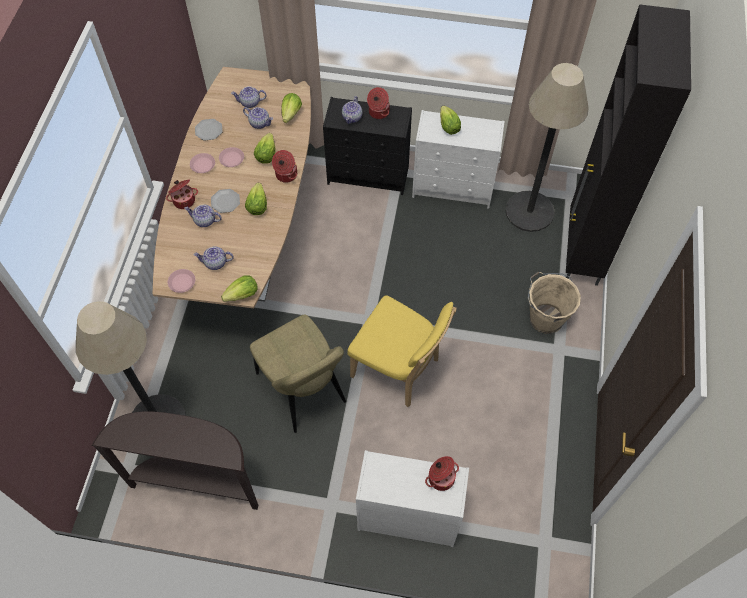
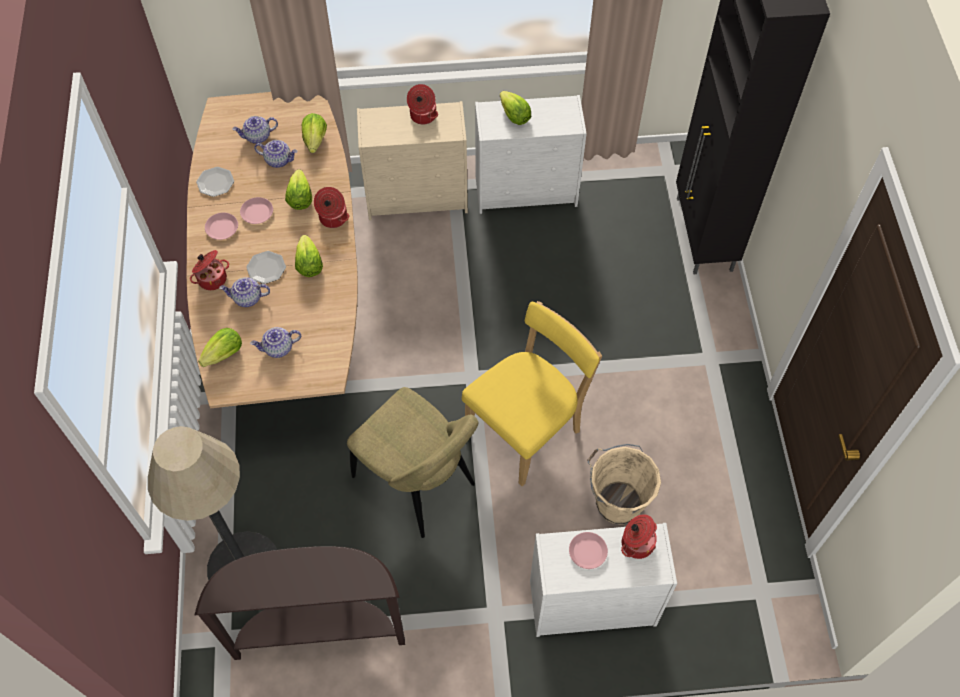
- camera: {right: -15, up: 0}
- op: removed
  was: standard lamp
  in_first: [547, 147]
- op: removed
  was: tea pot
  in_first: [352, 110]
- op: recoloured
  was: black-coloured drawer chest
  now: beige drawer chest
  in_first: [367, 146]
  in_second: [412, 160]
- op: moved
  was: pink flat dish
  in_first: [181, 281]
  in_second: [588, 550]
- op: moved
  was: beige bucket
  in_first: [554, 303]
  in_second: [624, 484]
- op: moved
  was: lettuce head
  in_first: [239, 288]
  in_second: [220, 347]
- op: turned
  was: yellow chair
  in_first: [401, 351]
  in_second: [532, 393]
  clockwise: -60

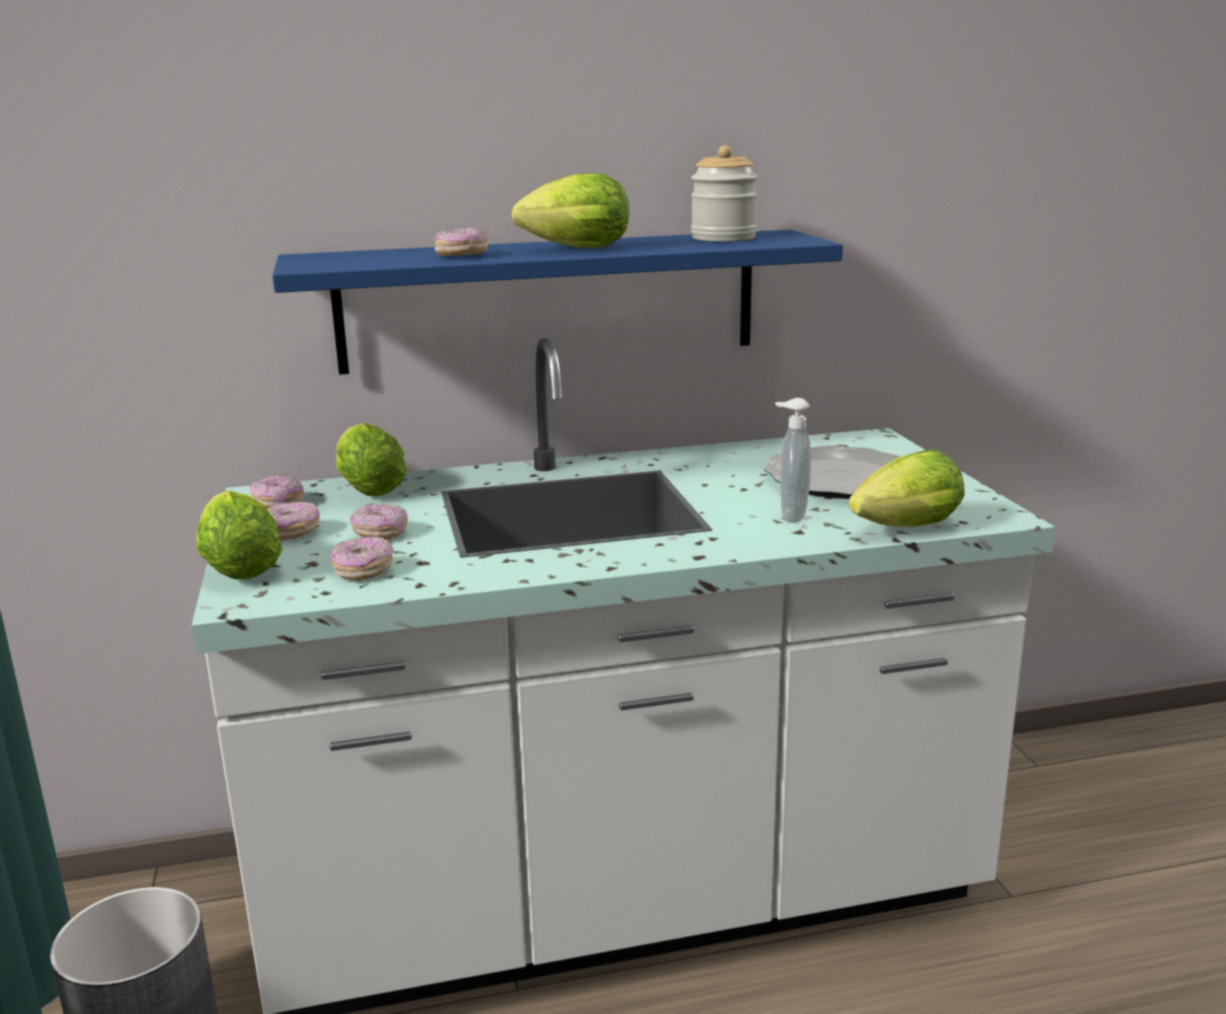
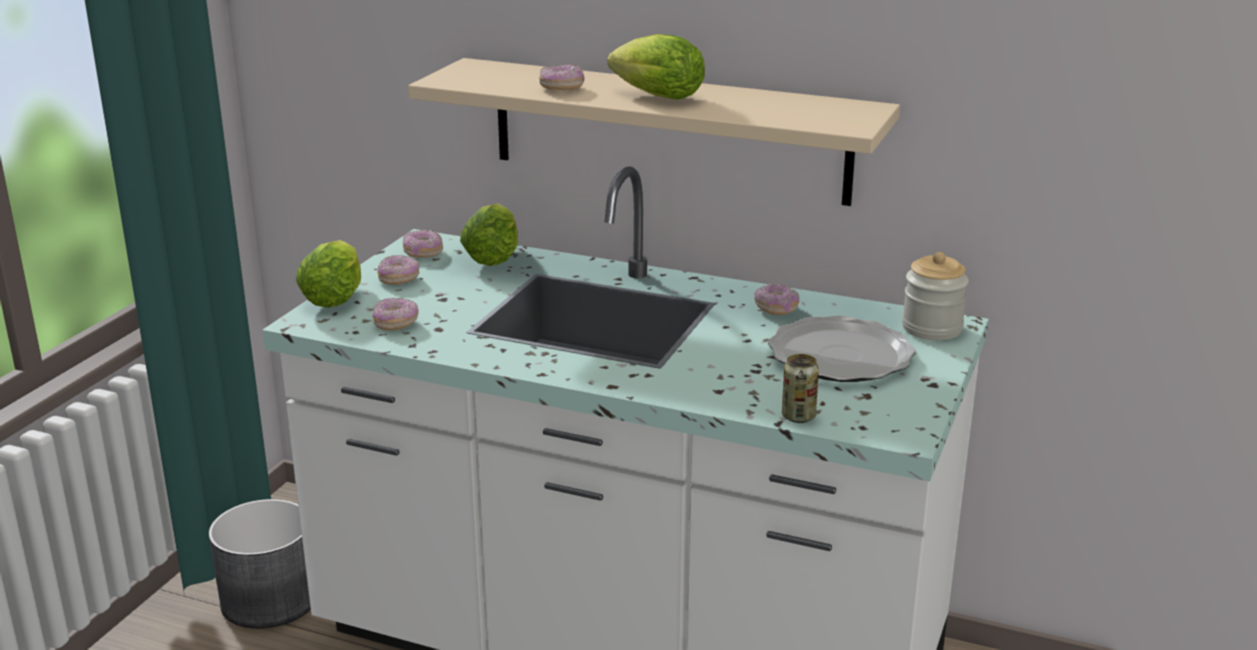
- camera: {right: 35, up: 5}
- op: moved
  was: jar
  in_first: [724, 193]
  in_second: [935, 296]
- op: recoloured
  was: blue bracket shelf
  now: beige bracket shelf
  in_first: [557, 302]
  in_second: [654, 132]
- op: removed
  was: liquid soap bottle
  in_first: [793, 460]
- op: replaced
  was: lettuce head
  now: metal can
  in_first: [907, 488]
  in_second: [800, 388]
- op: moved
  was: doughnut
  in_first: [379, 521]
  in_second: [777, 299]

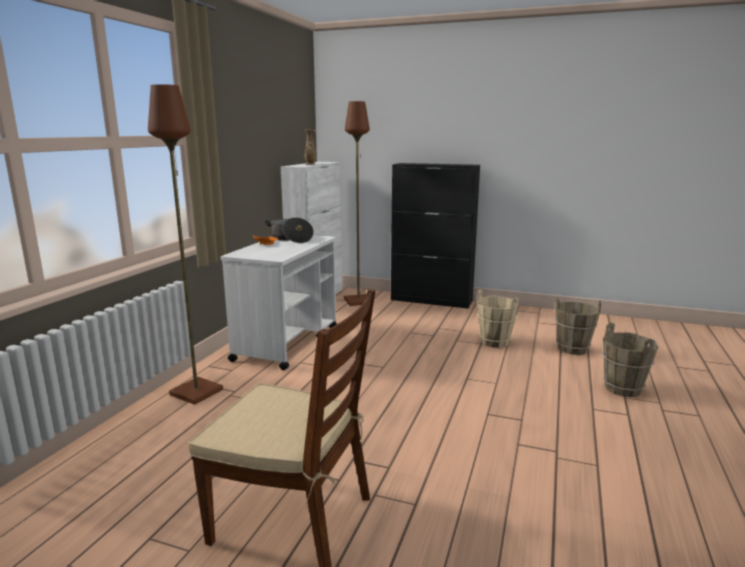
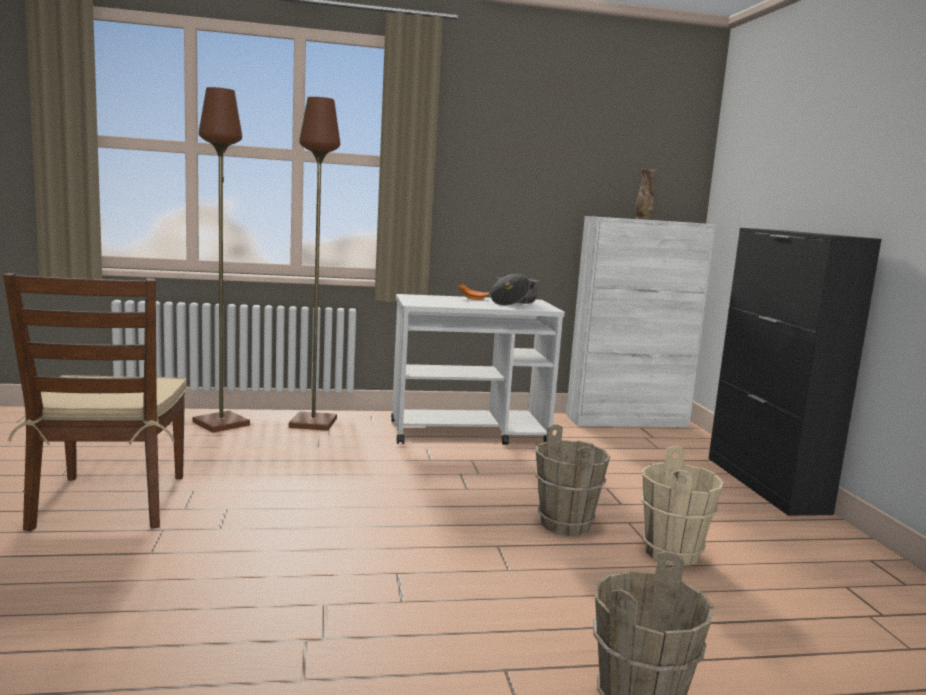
- camera: {right: 60, up: -5}
- op: moved
  was: brownish standard lamp
  in_first: [357, 203]
  in_second: [221, 260]
- op: moved
  was: brownish bucket
  in_first: [578, 326]
  in_second: [572, 480]

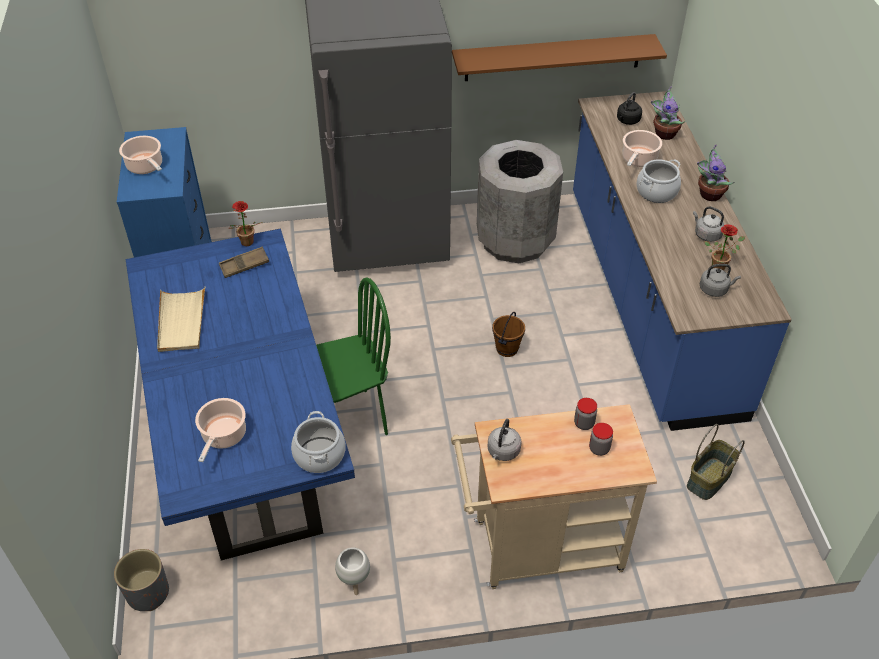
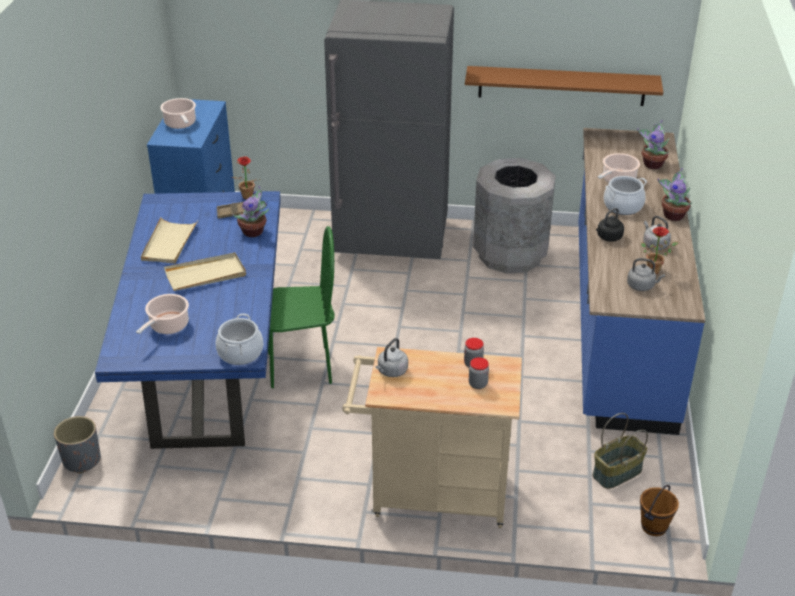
- camera: {right: 15, up: -10}
- op: moved
  was: black-coloured kettle
  in_first: [629, 108]
  in_second: [610, 225]
- op: moved
  was: brownish bucket
  in_first: [508, 334]
  in_second: [659, 510]
- op: removed
  was: white plant pot
  in_first: [352, 571]
- op: added
  now: potted plant
  in_second: [250, 211]
- op: added
  now: beige carrying tray
  in_second: [205, 272]

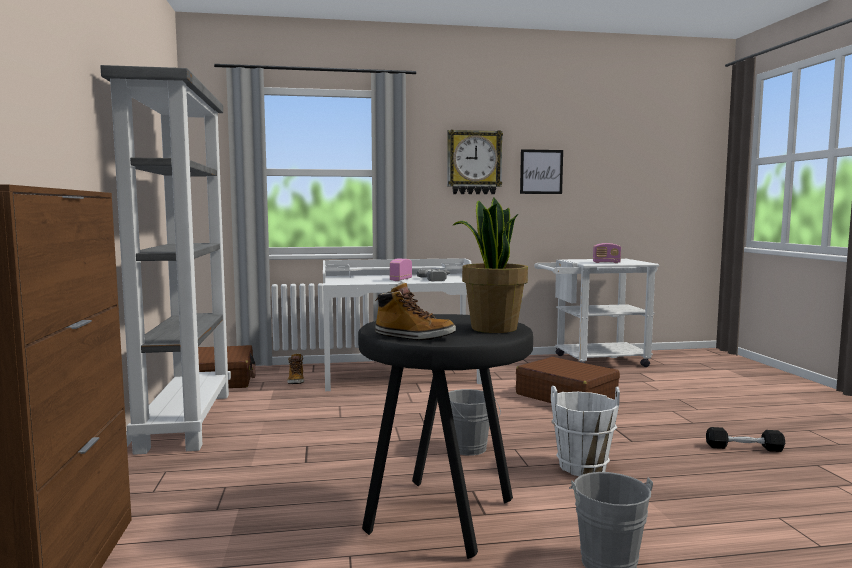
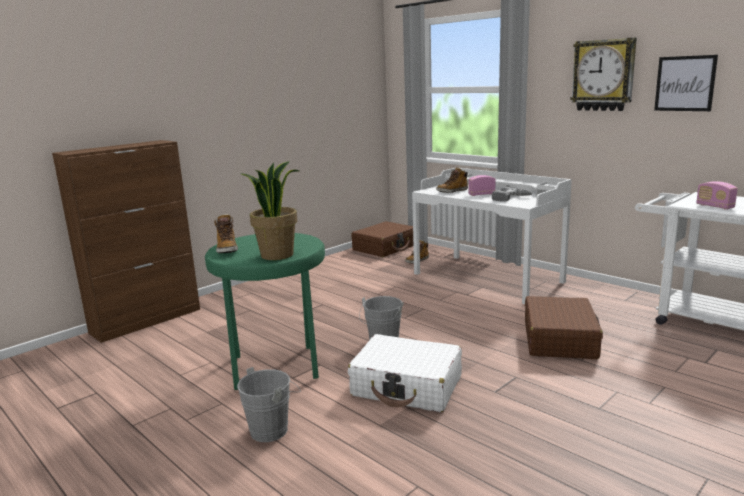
- camera: {right: 55, up: 10}
- op: removed
  was: grey bookcase
  in_first: [165, 260]
- op: recoloured
  was: black-coloured sitting stool
  now: green-coloured sitting stool
  in_first: [445, 436]
  in_second: [265, 311]
- op: replaced
  was: white bucket
  now: white piece of luggage
  in_first: [585, 431]
  in_second: [405, 373]
- op: removed
  was: black-coloured hand weight
  in_first: [745, 439]
- op: added
  now: boot
  in_second: [452, 180]

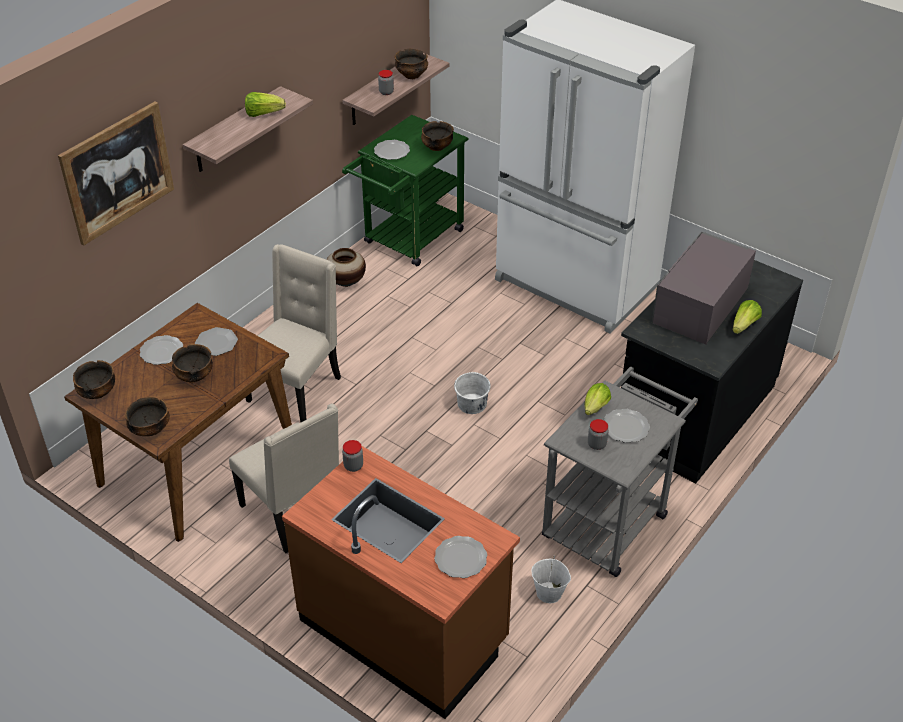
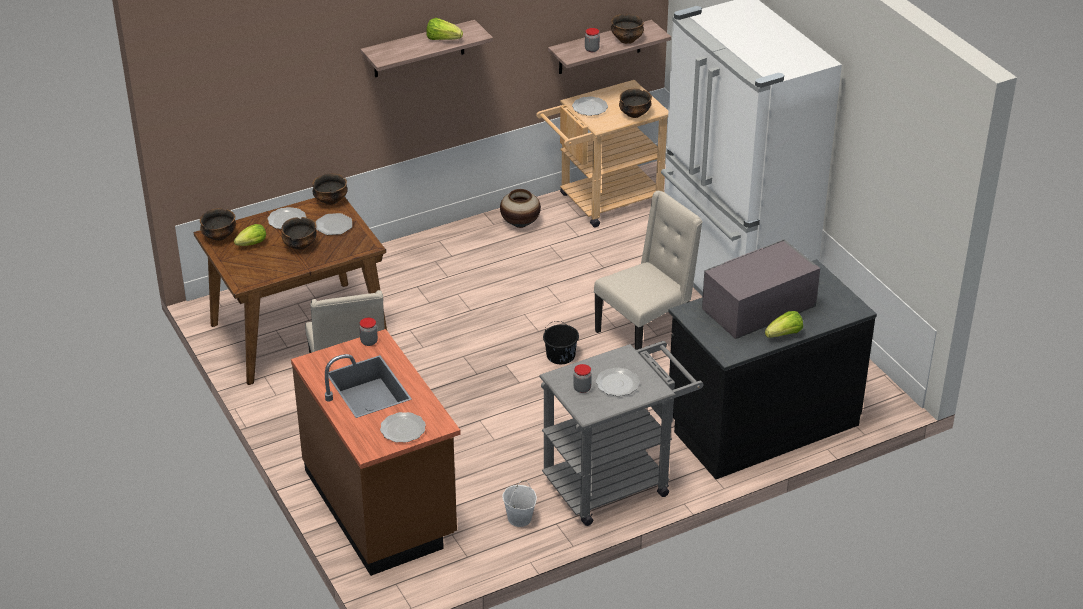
- camera: {right: 25, up: -5}
- op: removed
  was: wall picture
  in_first: [116, 173]
- op: recoloured
  was: green-coloured trolley
  now: beige trolley
  in_first: [405, 190]
  in_second: [602, 154]
- op: moved
  was: beige chair
  in_first: [293, 333]
  in_second: [648, 270]
- op: recoloured
  was: white bucket
  now: black-coloured bucket
  in_first: [472, 393]
  in_second: [561, 342]
- op: moved
  was: lettuce head
  in_first: [598, 399]
  in_second: [250, 235]
- op: moved
  was: serving bowl
  in_first: [147, 416]
  in_second: [330, 189]

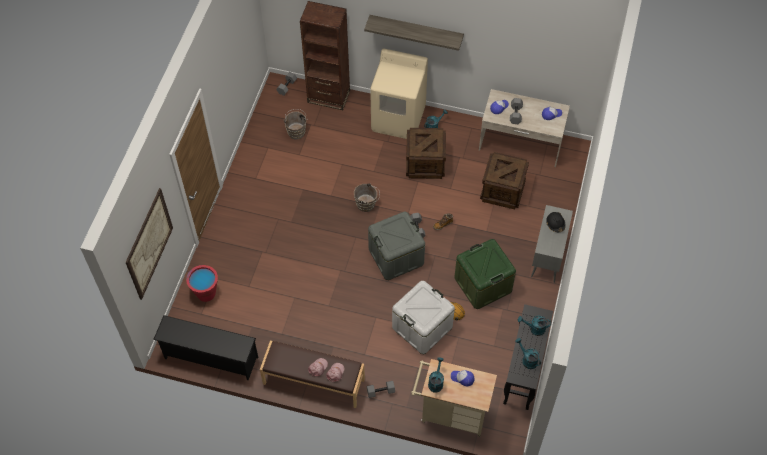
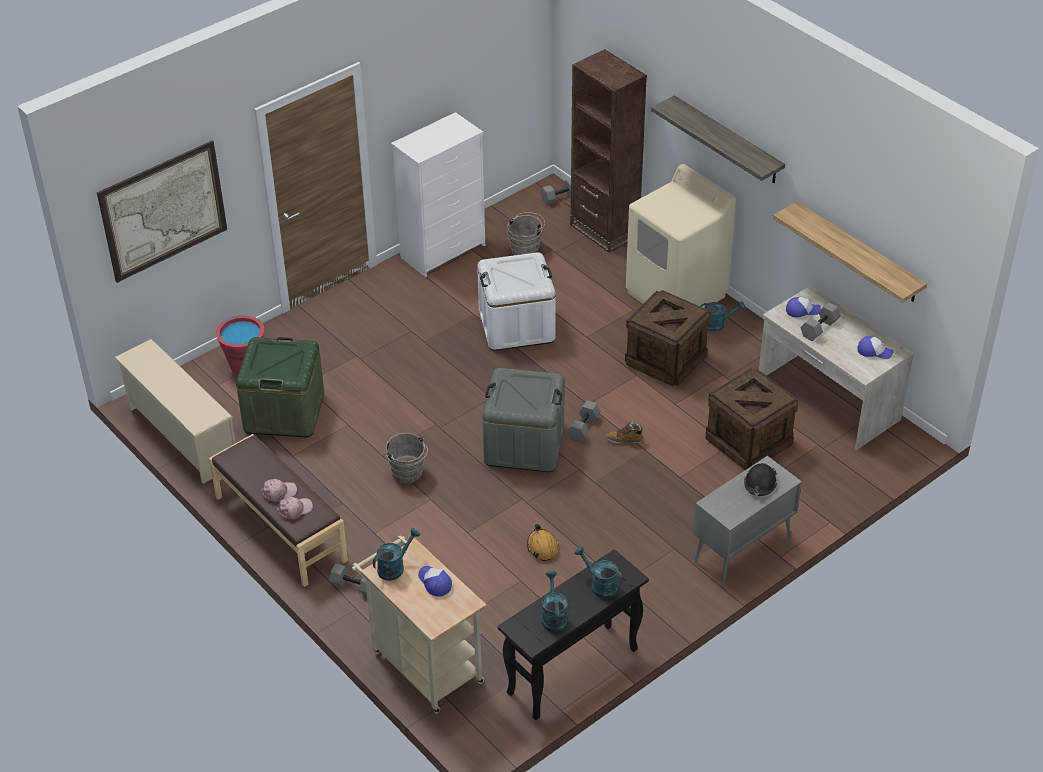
- camera: {right: 35, up: -15}
- op: moved
  was: brownish bucket
  in_first: [367, 197]
  in_second: [407, 458]
- op: moved
  was: green-coloured storage container
  in_first: [485, 274]
  in_second: [280, 387]
- op: moved
  was: white storage container
  in_first: [423, 317]
  in_second: [516, 301]
- op: recoloured
  was: black-coloured shoe shelf
  now: beige shoe shelf
  in_first: [205, 347]
  in_second: [175, 411]
- op: added
  now: white drawer chest
  in_second: [438, 194]
- op: added
  now: bracket shelf
  in_second: [850, 252]

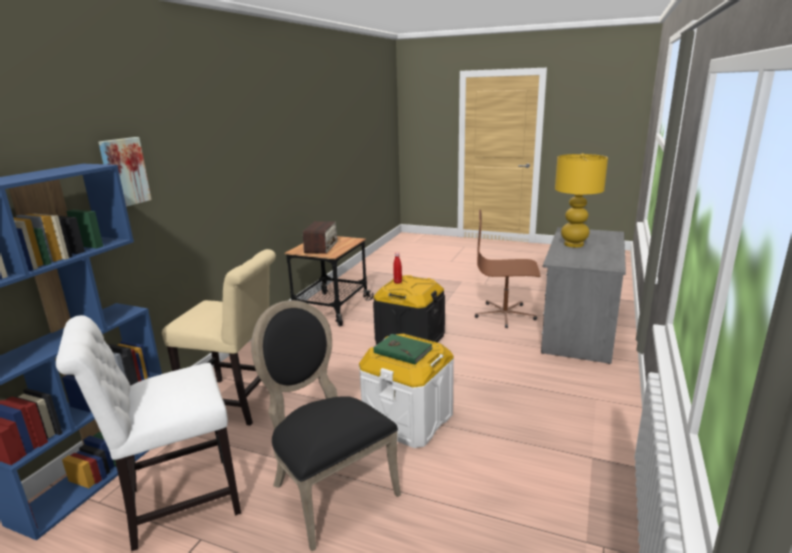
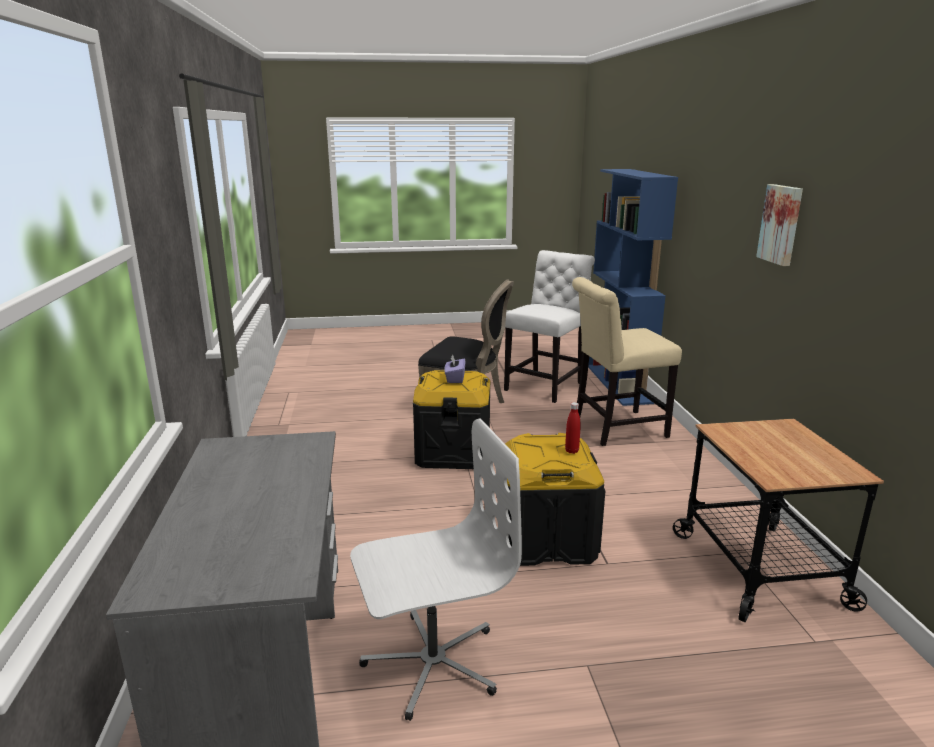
- camera: {right: 150, up: 0}
- op: moved
  was: wall picture
  in_first: [125, 172]
  in_second: [779, 225]
- op: removed
  was: yellow lamp for a table
  in_first: [581, 200]
- op: recoloured
  was: brownish computer chair
  now: white computer chair
  in_first: [508, 268]
  in_second: [436, 569]
- op: removed
  was: radio
  in_first: [320, 237]
- op: recoloured
  was: white storage container
  now: black-coloured storage container
  in_first: [406, 391]
  in_second: [451, 419]
- op: replaced
  was: green-coloured volume
  now: purple-coloured tissue box
  in_first: [403, 349]
  in_second: [455, 368]

